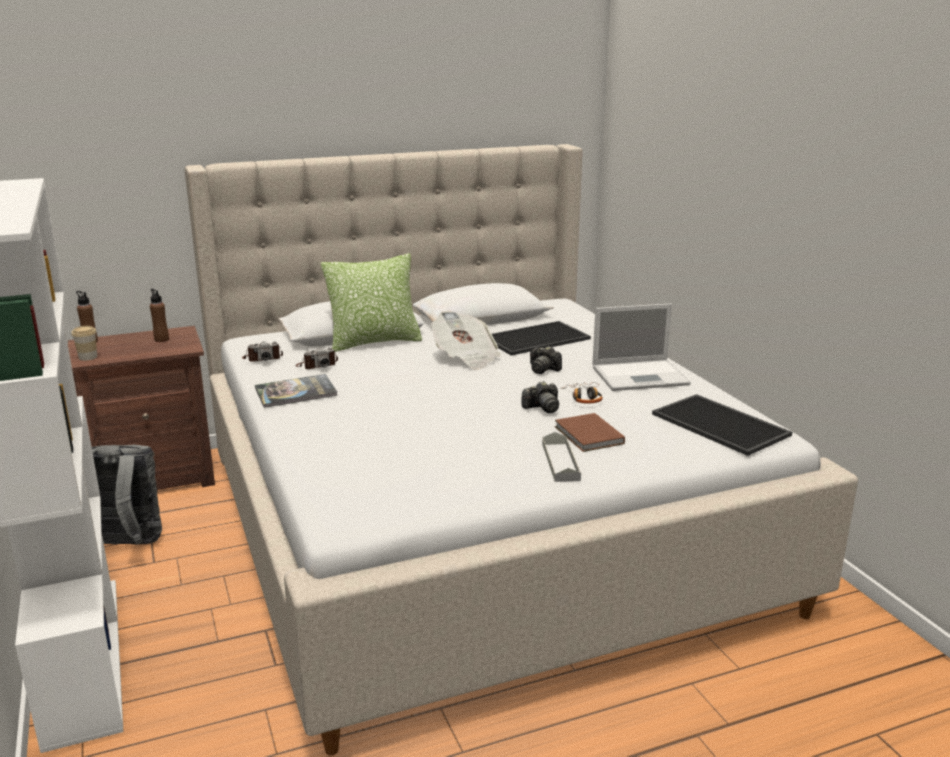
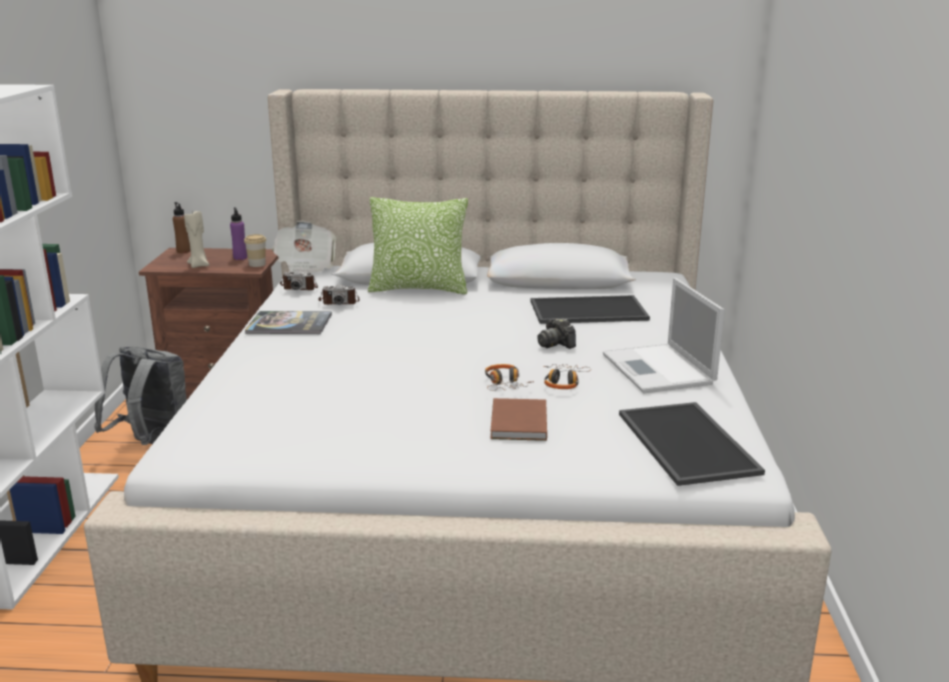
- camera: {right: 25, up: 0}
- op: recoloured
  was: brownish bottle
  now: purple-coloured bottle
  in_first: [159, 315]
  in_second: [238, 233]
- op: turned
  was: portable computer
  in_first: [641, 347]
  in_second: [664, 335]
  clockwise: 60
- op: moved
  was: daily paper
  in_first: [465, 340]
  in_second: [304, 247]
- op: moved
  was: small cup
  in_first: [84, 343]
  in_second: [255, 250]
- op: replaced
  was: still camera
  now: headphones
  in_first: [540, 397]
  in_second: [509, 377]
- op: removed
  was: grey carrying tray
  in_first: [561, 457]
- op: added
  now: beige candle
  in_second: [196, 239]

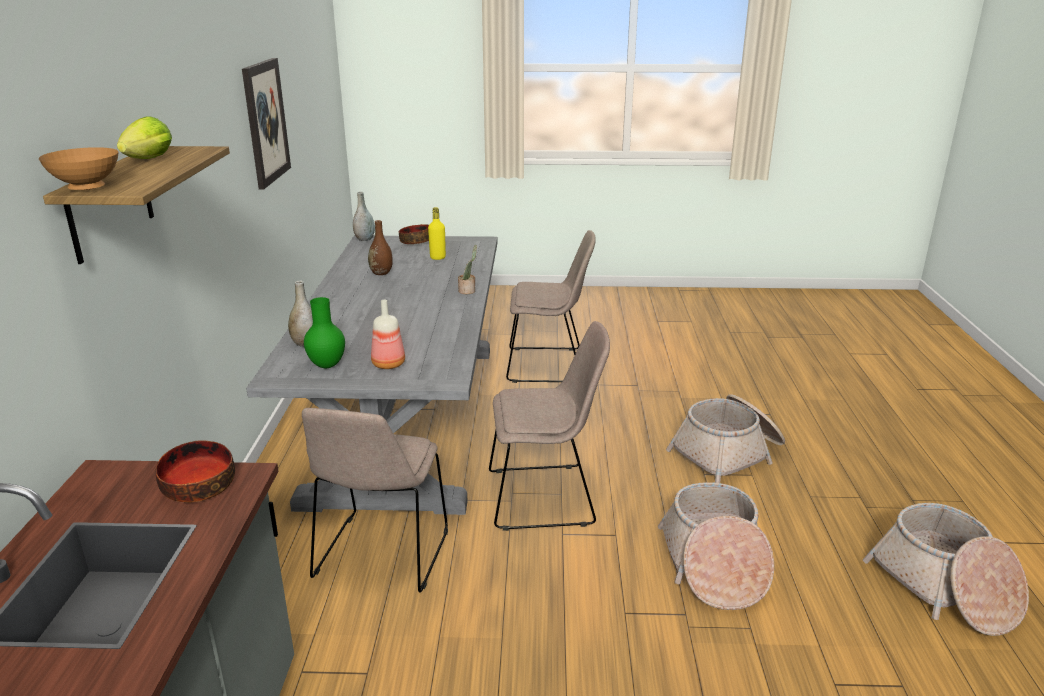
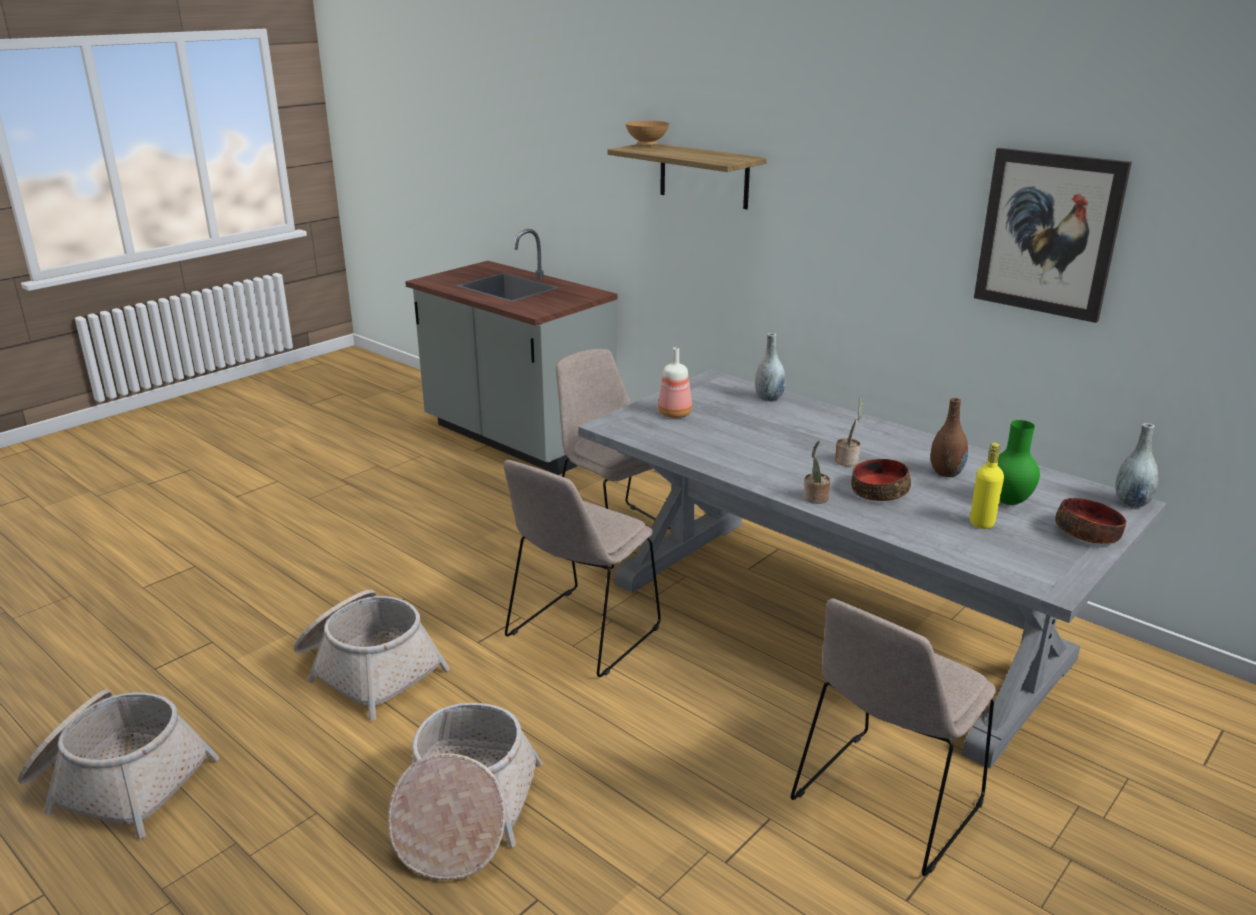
- camera: {right: 130, up: 0}
- op: removed
  was: lettuce head
  in_first: [144, 137]
- op: moved
  was: green-coloured decorative vase
  in_first: [324, 332]
  in_second: [1019, 462]
- op: moved
  was: serving bowl
  in_first: [195, 471]
  in_second: [881, 480]
- op: added
  now: potted plant
  in_second: [849, 431]

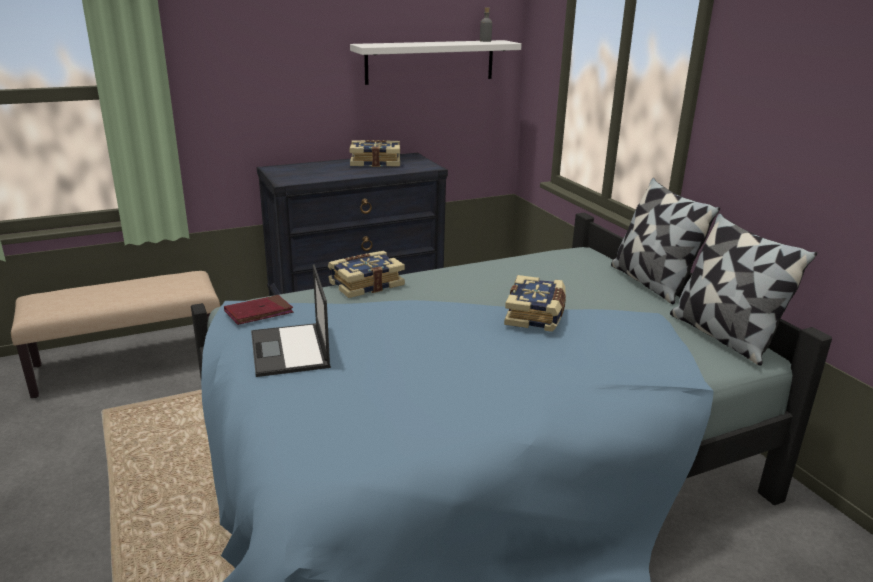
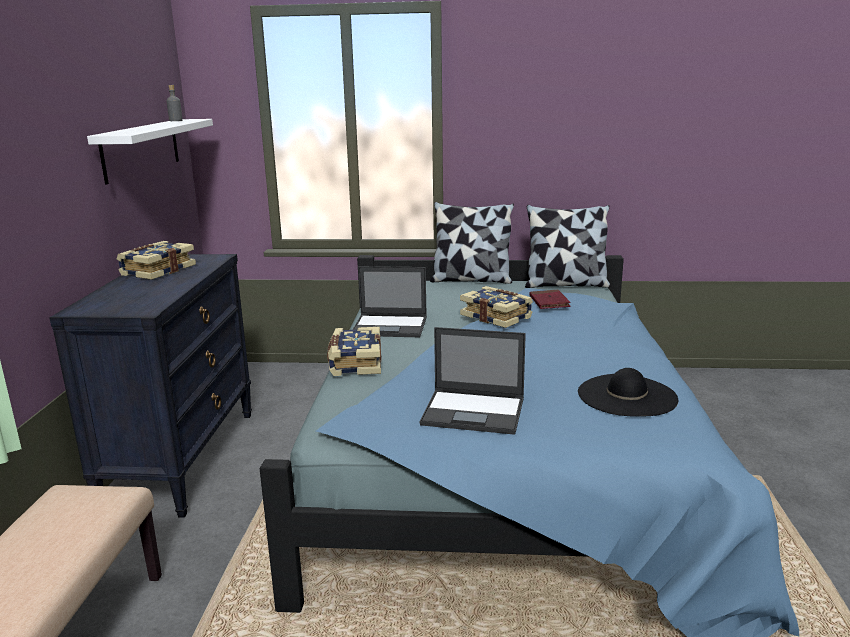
- camera: {right: -60, up: -5}
- op: moved
  was: reddish volume
  in_first: [258, 310]
  in_second: [550, 299]
- op: added
  now: portable computer
  in_second: [390, 301]
- op: added
  now: black-coloured wearable hat
  in_second: [628, 392]

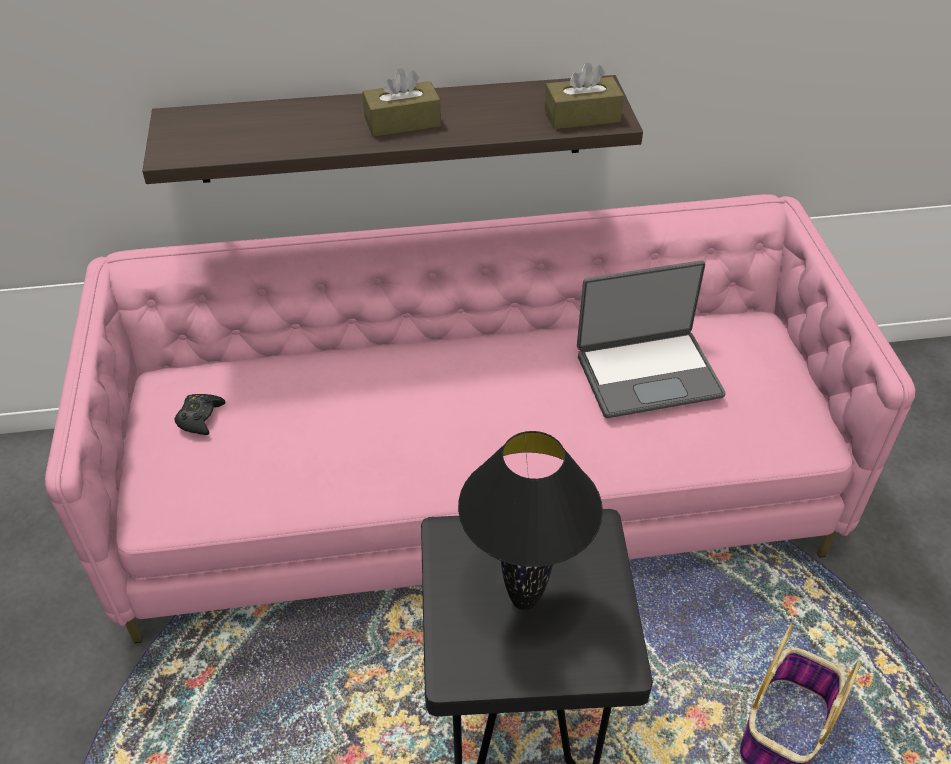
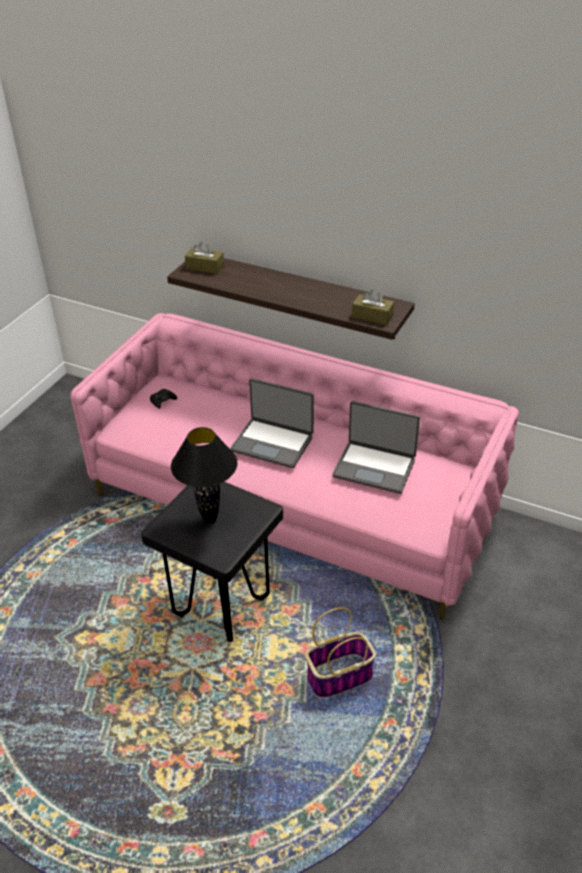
- camera: {right: 35, up: -5}
- op: moved
  was: brownish tissue box
  in_first: [401, 102]
  in_second: [204, 257]
- op: added
  now: portable computer
  in_second: [272, 423]

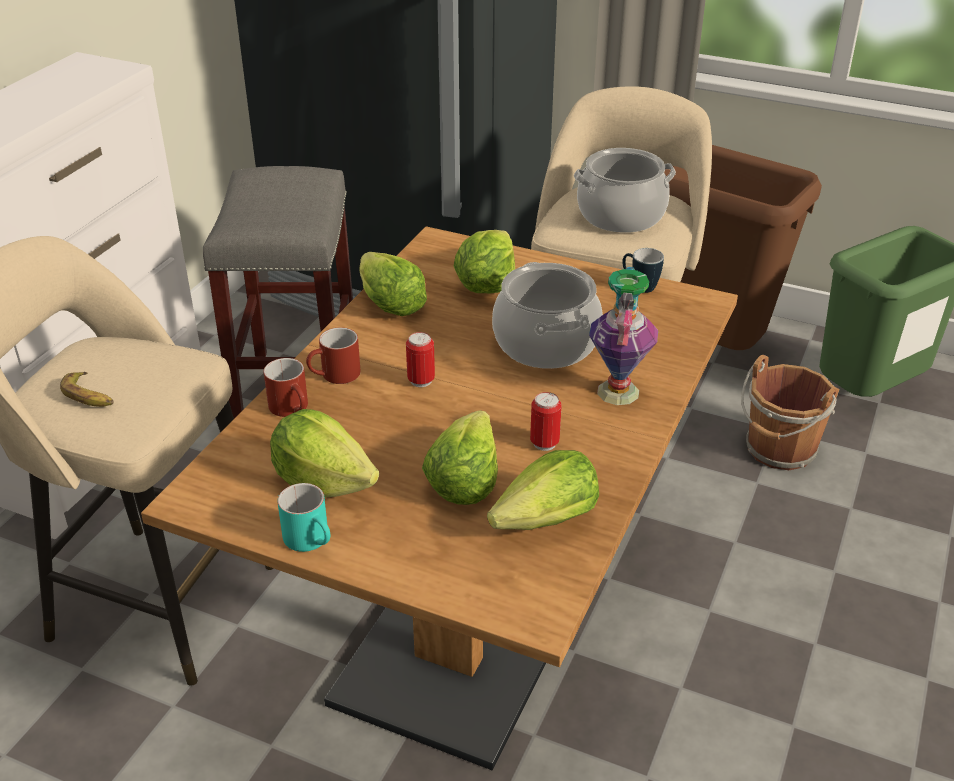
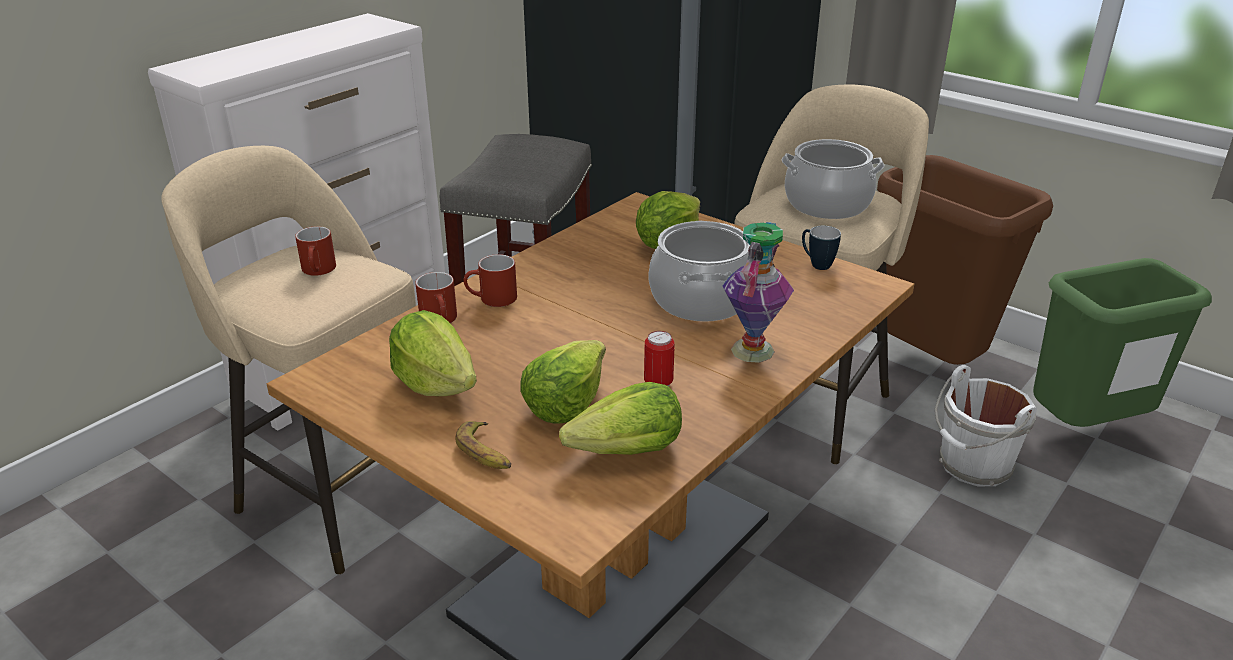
- camera: {right: 15, up: -5}
- op: removed
  was: lettuce head
  in_first: [393, 284]
- op: removed
  was: metal can
  in_first: [420, 359]
- op: recoloured
  was: brownish bucket
  now: white bucket
  in_first: [790, 412]
  in_second: [986, 426]
- op: moved
  was: banana
  in_first: [87, 389]
  in_second: [483, 445]
- op: removed
  was: blue-green tea mug
  in_first: [303, 517]
- op: added
  now: reddish tea mug
  in_second: [315, 251]

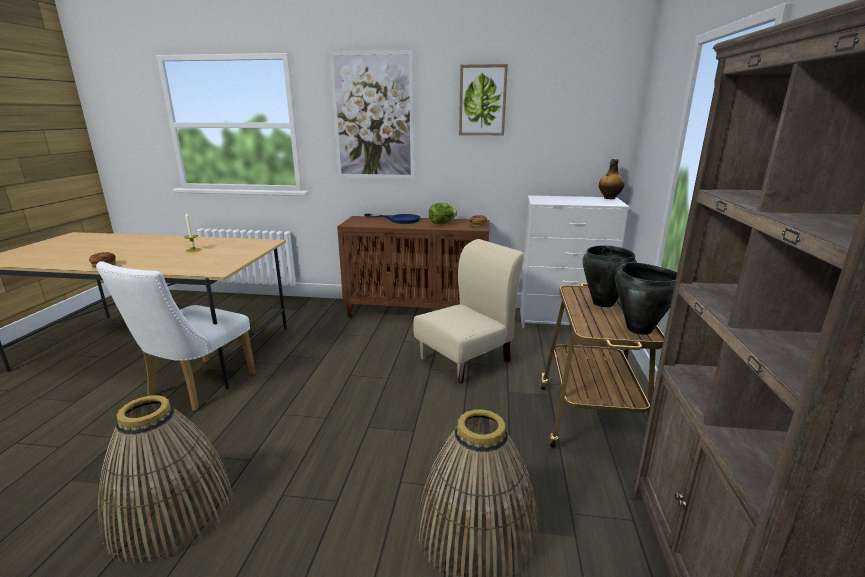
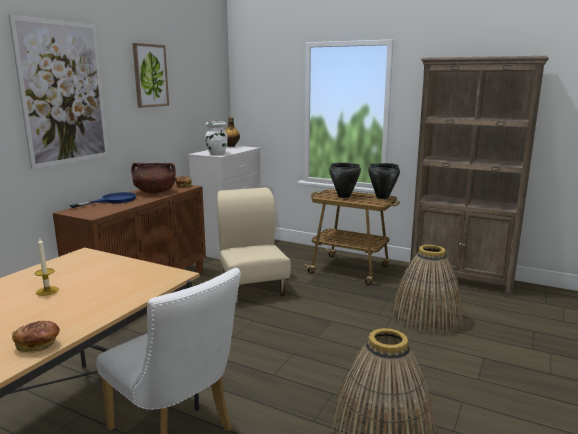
- camera: {right: -70, up: -5}
- op: replaced
  was: lettuce head
  now: brownish cooking pot
  in_first: [443, 213]
  in_second: [153, 178]
- op: added
  now: white decorative vase
  in_second: [216, 138]

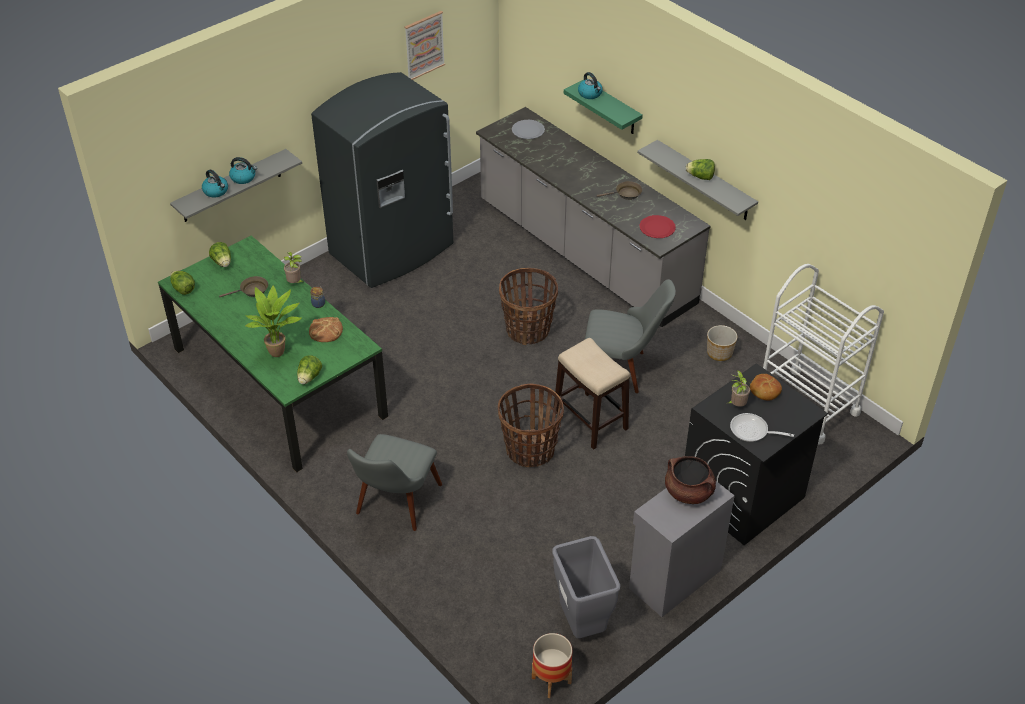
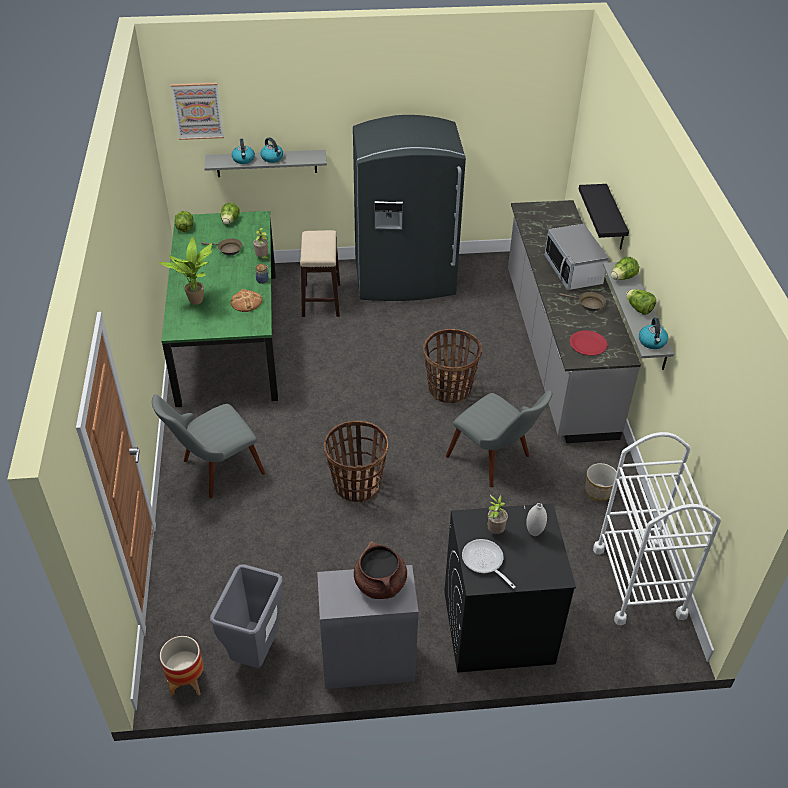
- camera: {right: 35, up: 0}
- op: moved
  was: wall picture
  in_first: [424, 45]
  in_second: [197, 111]
- op: moved
  was: kettle
  in_first: [590, 85]
  in_second: [653, 333]
- op: recoloured
  was: green-coloured bracket shelf
  now: black-coloured bracket shelf
  in_first: [603, 106]
  in_second: [604, 217]
- op: removed
  was: grey flat dish
  in_first: [528, 129]
- op: moved
  was: sitting stool
  in_first: [592, 394]
  in_second: [320, 273]
- op: moved
  was: lettuce head
  in_first: [309, 369]
  in_second: [625, 268]
- op: replaced
  was: baked bread
  now: white decorative vase
  in_first: [766, 387]
  in_second: [536, 519]
- op: added
  now: microwave
  in_second: [577, 257]

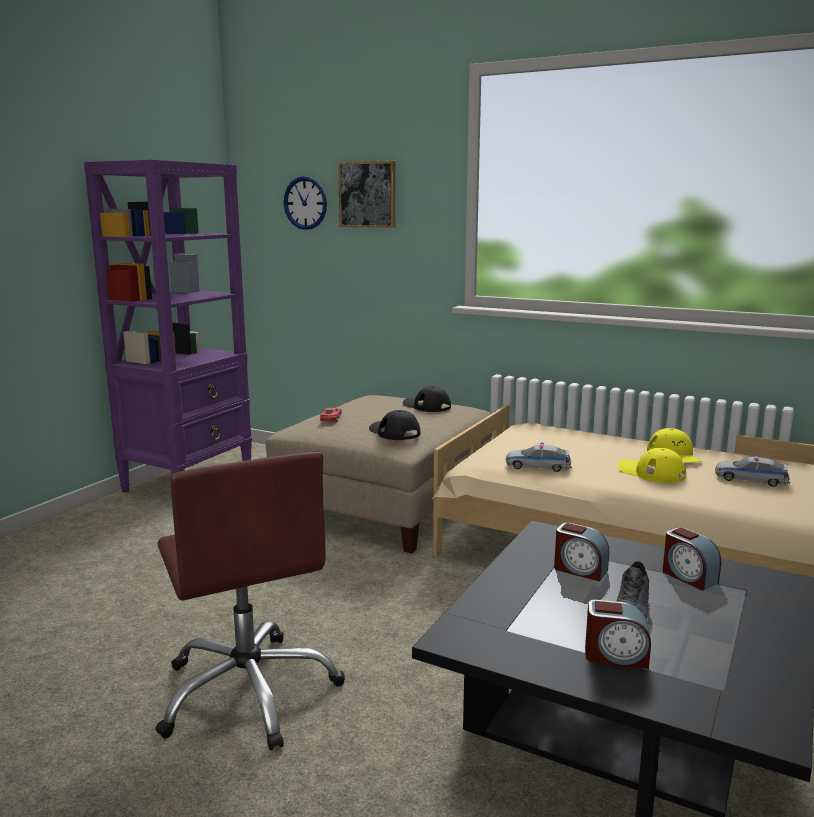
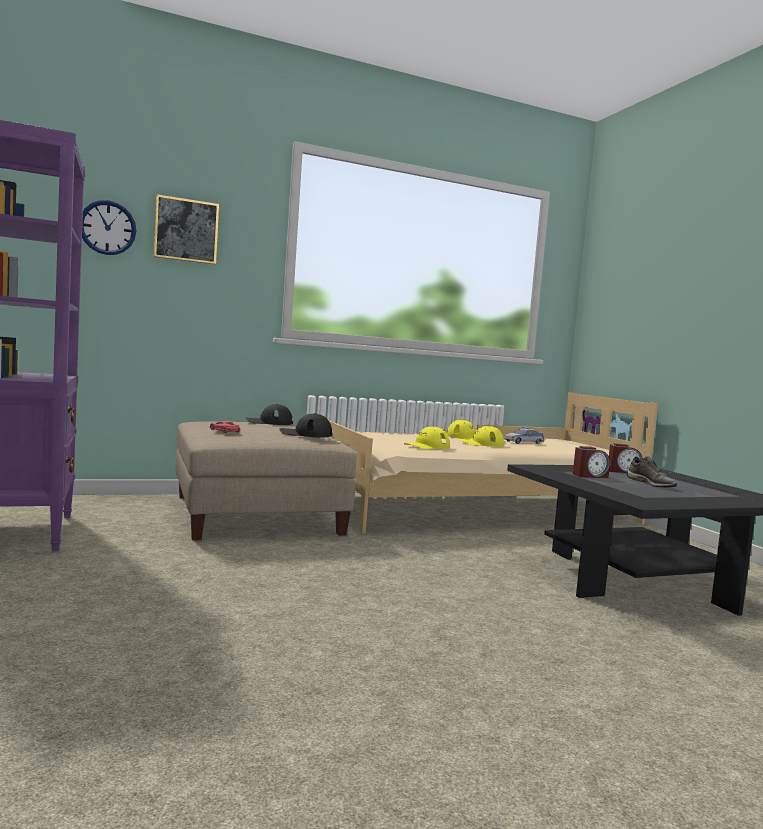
- camera: {right: -50, up: -10}
- op: replaced
  was: miniature car
  now: yellow baseball cap
  in_first: [539, 457]
  in_second: [427, 437]
- op: removed
  was: brownish computer chair
  in_first: [250, 601]
- op: removed
  was: table clock
  in_first: [618, 634]

